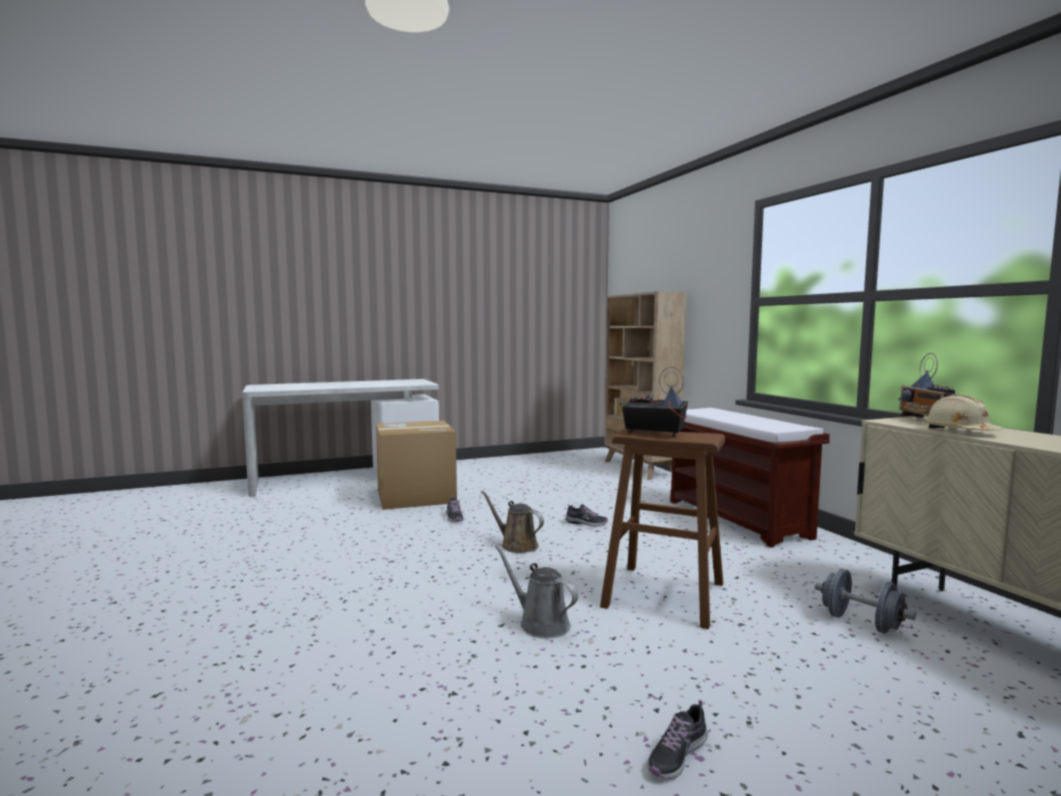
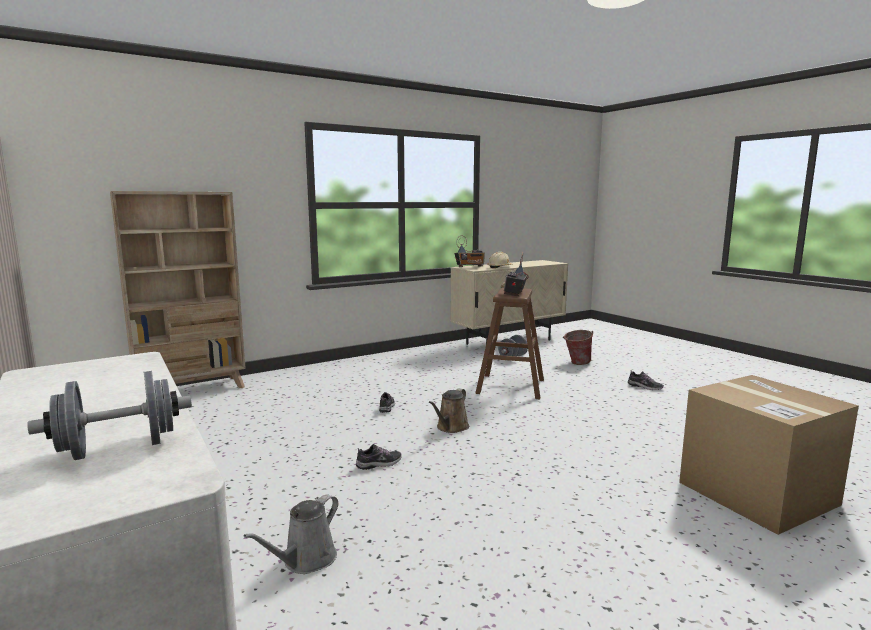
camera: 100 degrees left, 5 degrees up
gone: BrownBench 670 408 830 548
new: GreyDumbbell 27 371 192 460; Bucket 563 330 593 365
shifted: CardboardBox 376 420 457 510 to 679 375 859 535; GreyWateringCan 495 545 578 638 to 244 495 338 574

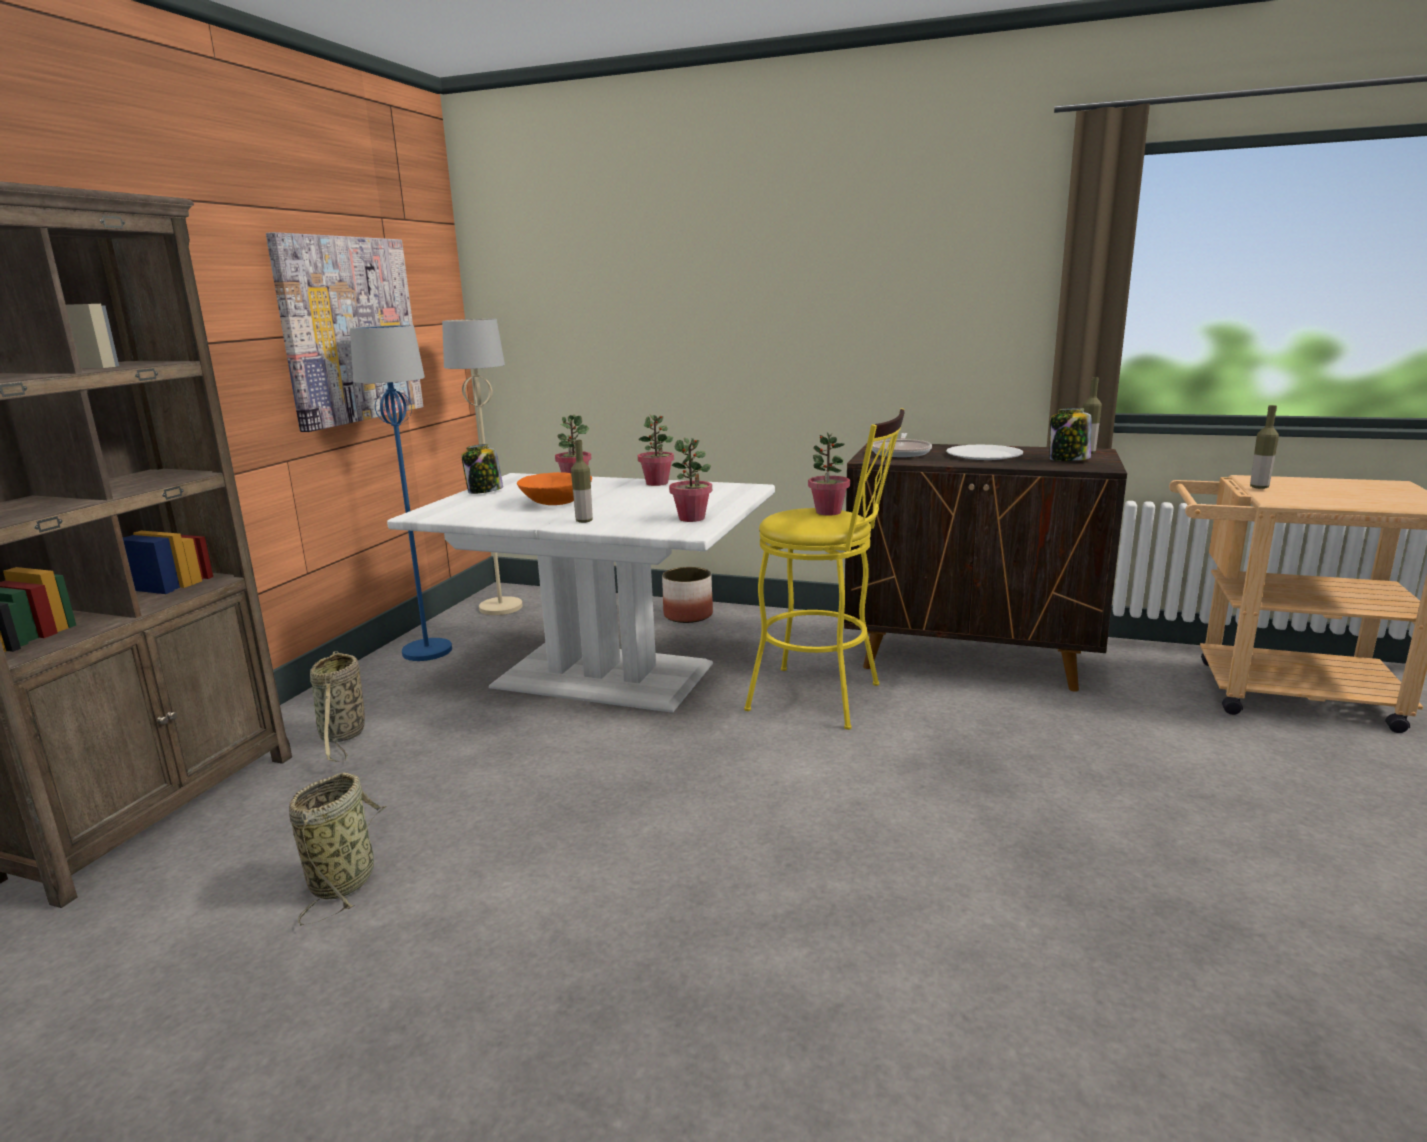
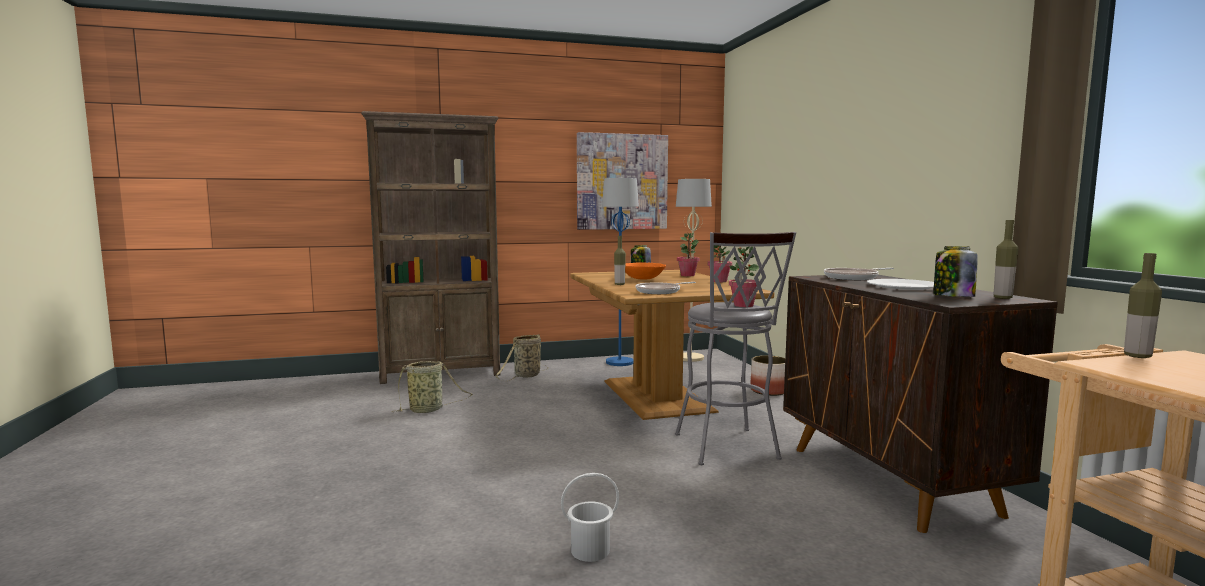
camera: 55 degrees right, 10 degrees down
new: WhiteBucket 561 473 619 562
swapped: PottedPlant 669 438 712 522 to FryingPan 635 282 696 294
repainted: WhiteDiningTable 387 473 775 713 to BrownDiningTable 570 270 774 420; YellowStool 744 408 905 730 to GreyStool 675 232 796 465

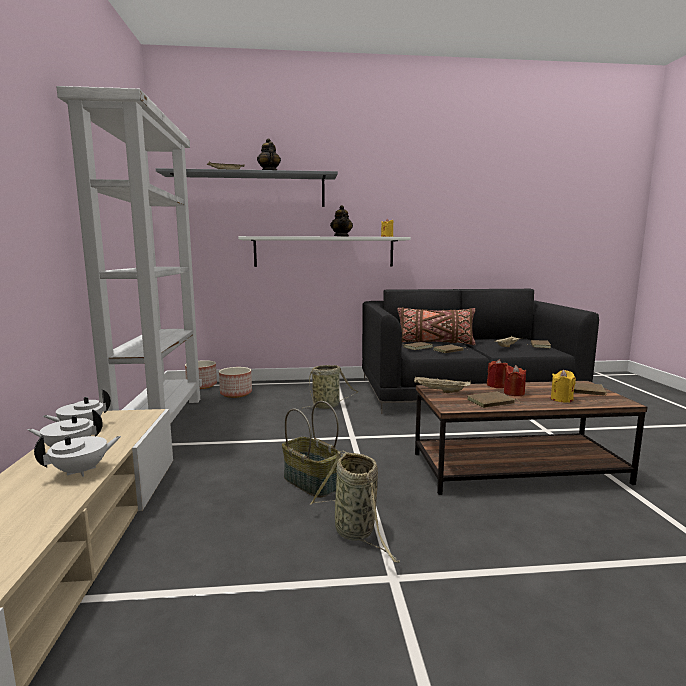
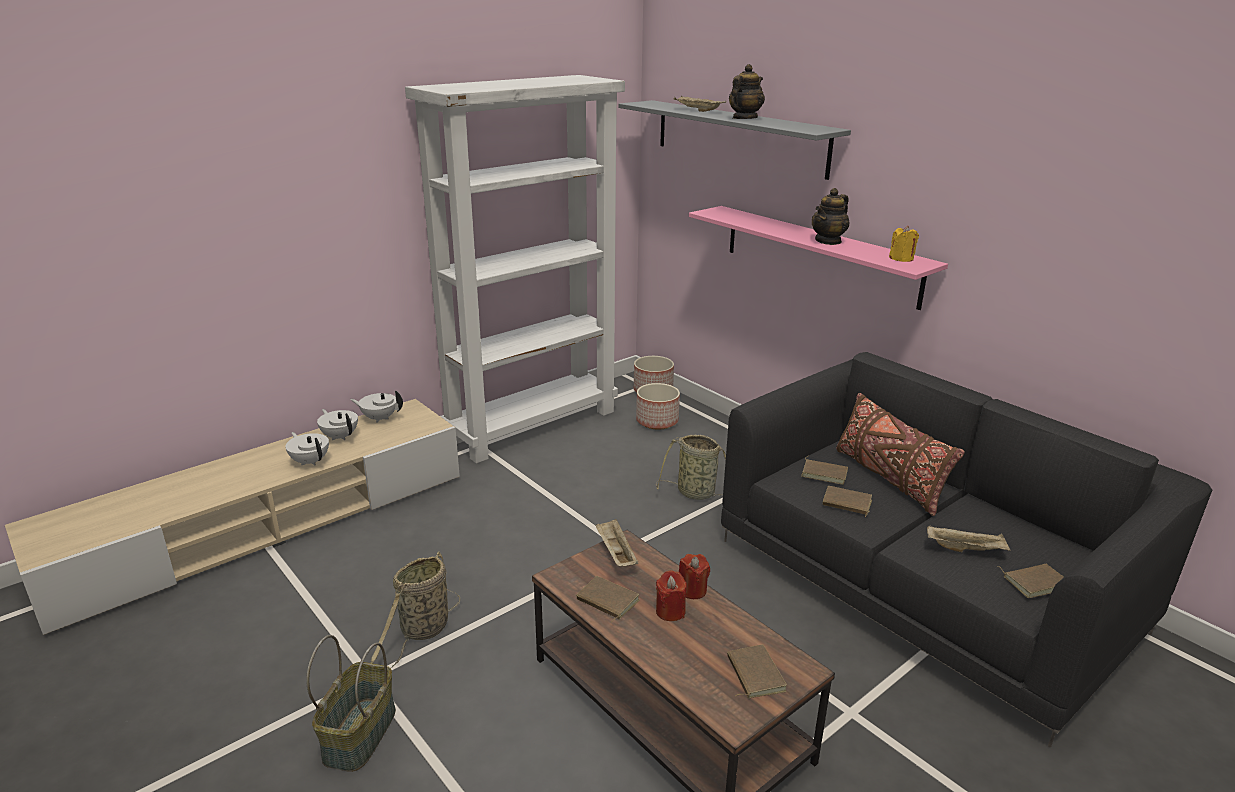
camera: 55 degrees right, 15 degrees up
gone: YellowCandle 551 370 576 403
shifted: Basket 282 401 341 498 to 306 635 396 772
repainted: WhiteShelf 239 236 410 267 to PinkShelf 689 206 948 310
rotated: WhiteTeapot 34 436 121 477 = 285 432 329 466 150 degrees counterclockwise

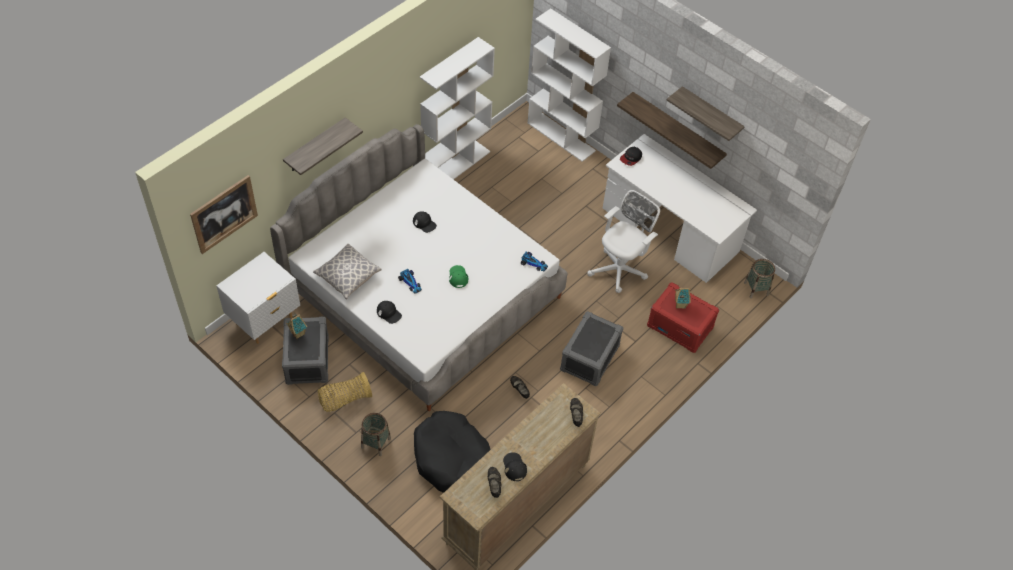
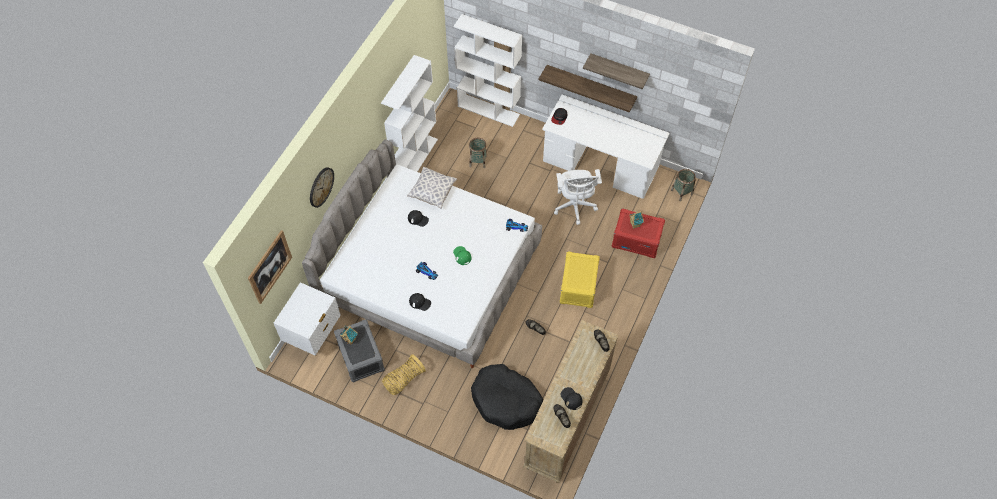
camera: 15 degrees left, 5 degrees up
shifted: Pillow 313 243 382 300 to 407 167 457 209; Basket 361 413 391 456 to 469 138 487 168
swapped: Shelf 283 117 363 175 to WallClock 310 167 334 208
repainted: GreyStorageBox 560 311 623 386 to YellowStorageBox 560 251 600 308
rotated: WhiteOfficeChair 587 190 660 293 = 554 169 602 225 150 degrees clockwise

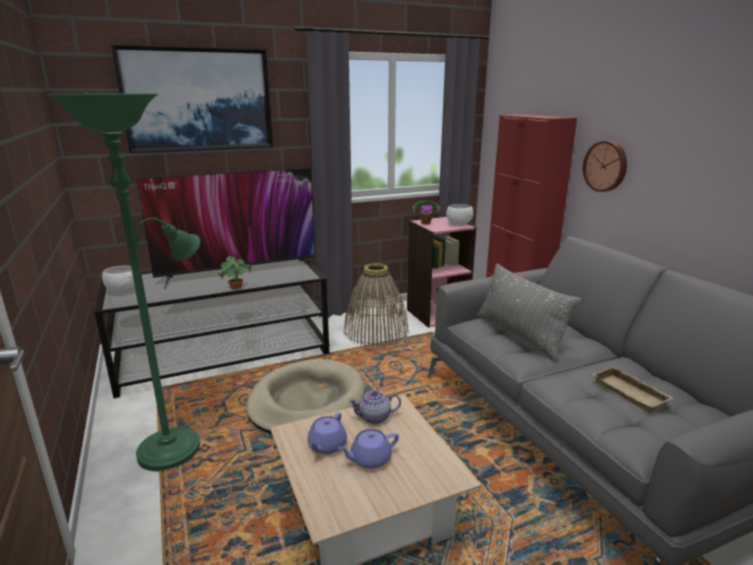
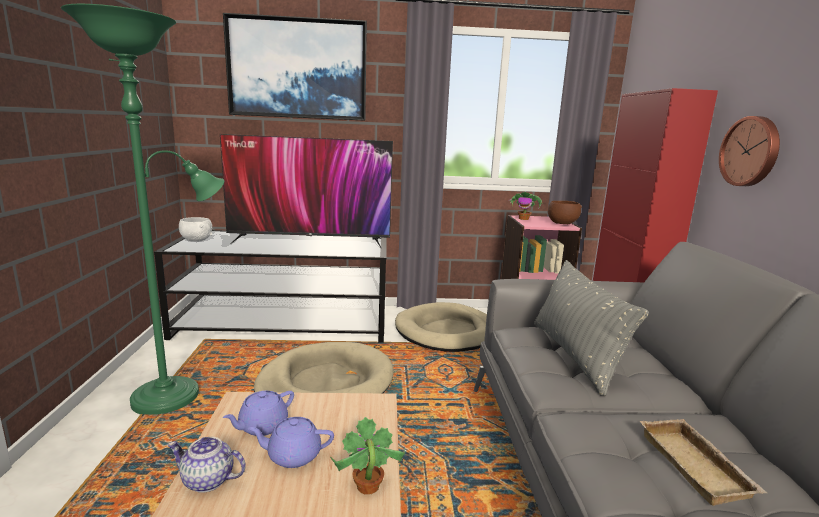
camera: 20 degrees right, 5 degrees down
shifted: PottedPlant 217 256 252 290 to 330 417 405 495; Teapot 348 390 401 424 to 167 437 246 493
swapped: Basket 344 263 408 347 to BeigeDogBed 395 302 487 352
repainted: WhiteBowl 446 204 473 225 to BrownBowl 548 201 582 224

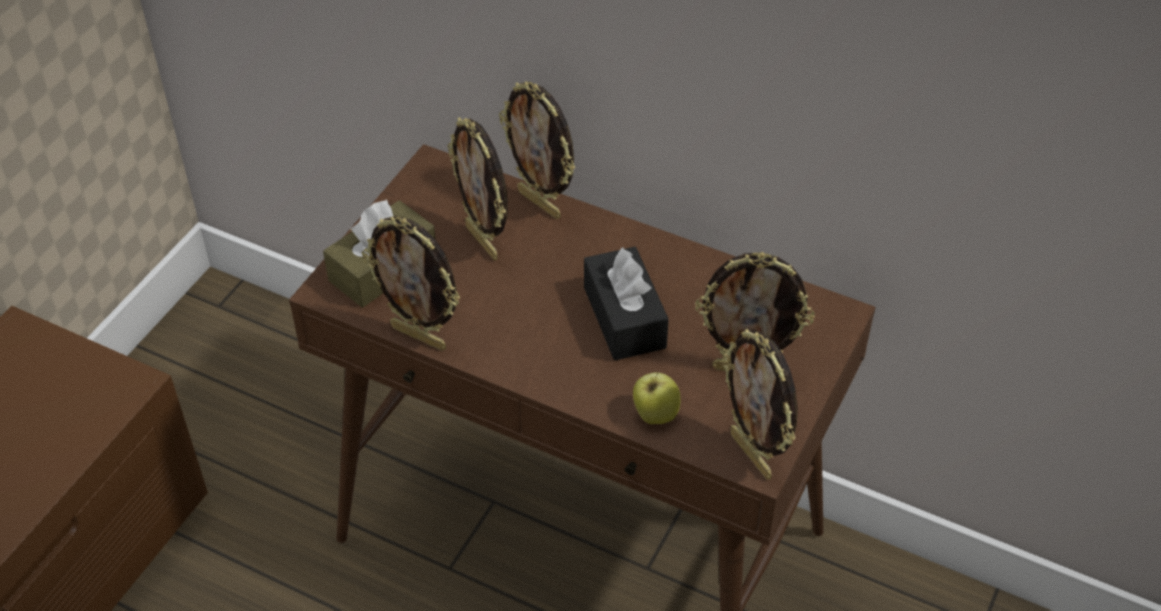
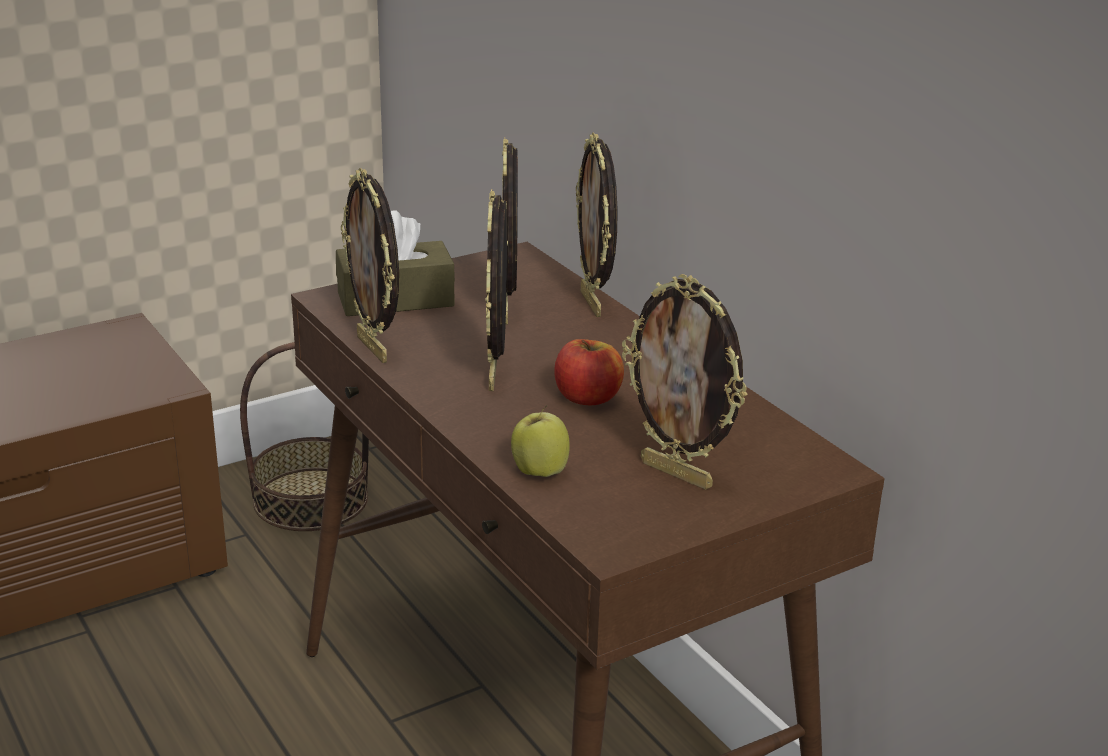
camera: 30 degrees right, 20 degrees down
new: Basket 240 342 369 531
shifted: PictureFrame 722 329 798 479 to 486 189 507 391
swapped: BlackTissueBox 584 247 669 360 to Apple 554 339 624 405

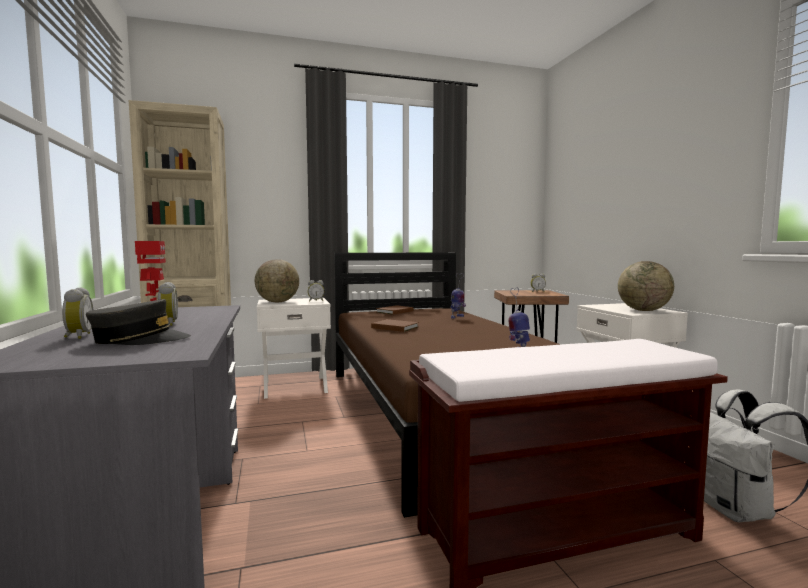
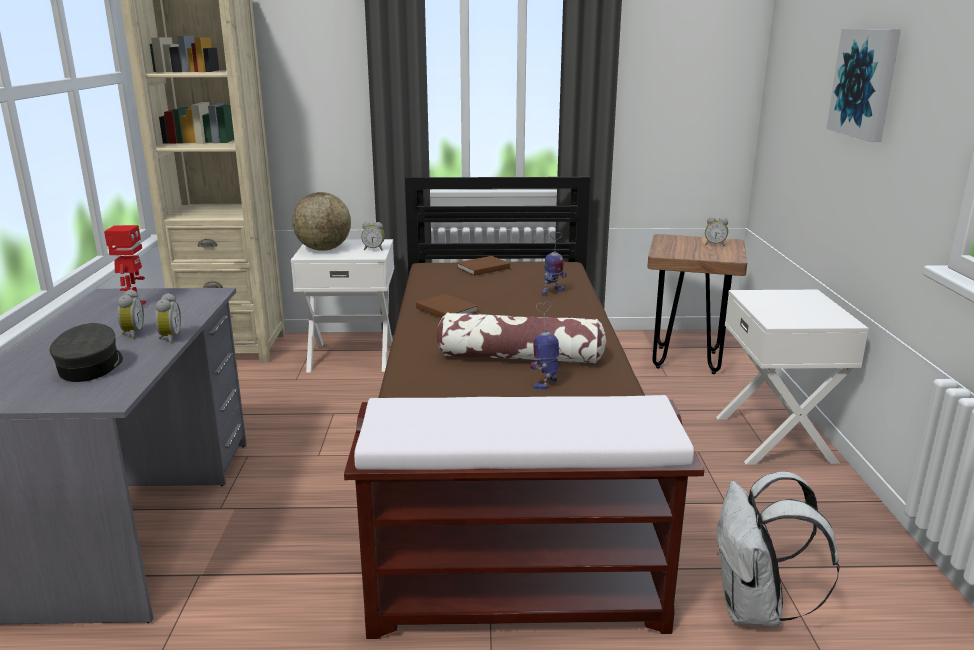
camera: 15 degrees right, 15 degrees up
gone: Globe 618 261 674 311
new: Pillow 437 313 606 364; Picture 827 29 901 142
shifted: AlarmClock 62 287 93 339 to 155 293 181 344
rotated: GreyCap 86 299 191 345 = 50 323 123 382 105 degrees counterclockwise

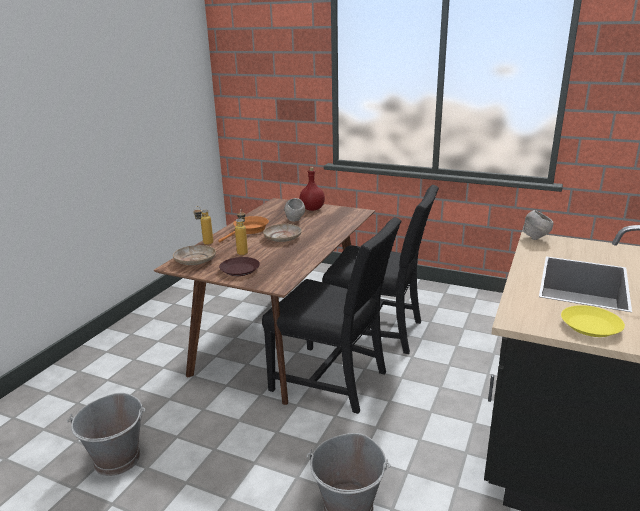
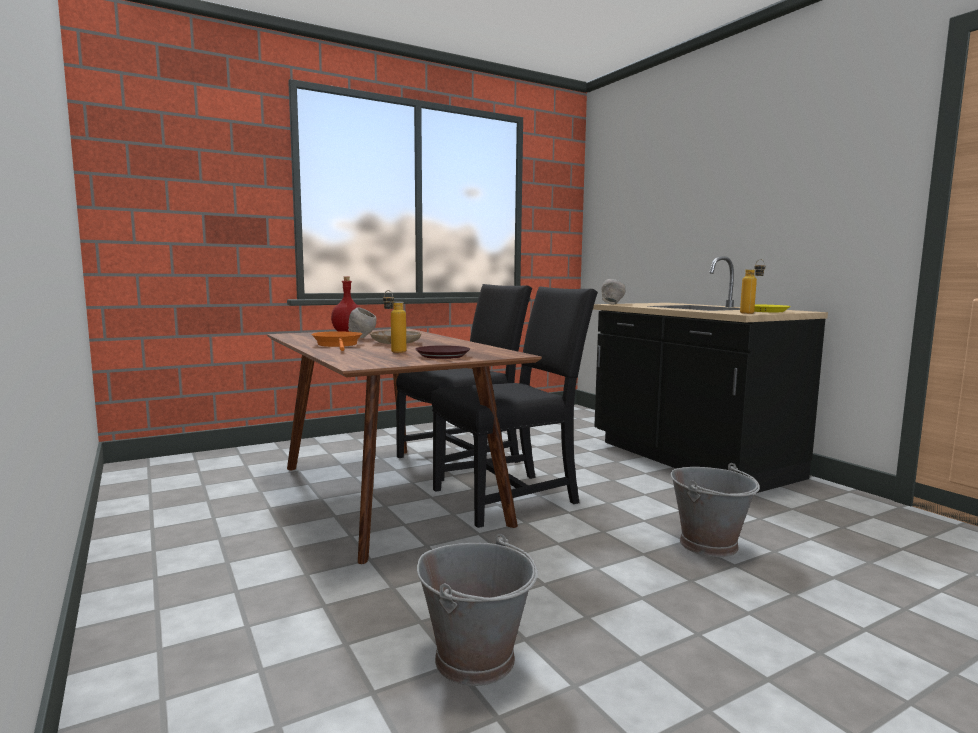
camera: 55 degrees left, 15 degrees down
gone: BeigePlate 173 245 216 265
shifted: Bottle 193 206 213 245 to 740 259 765 314

